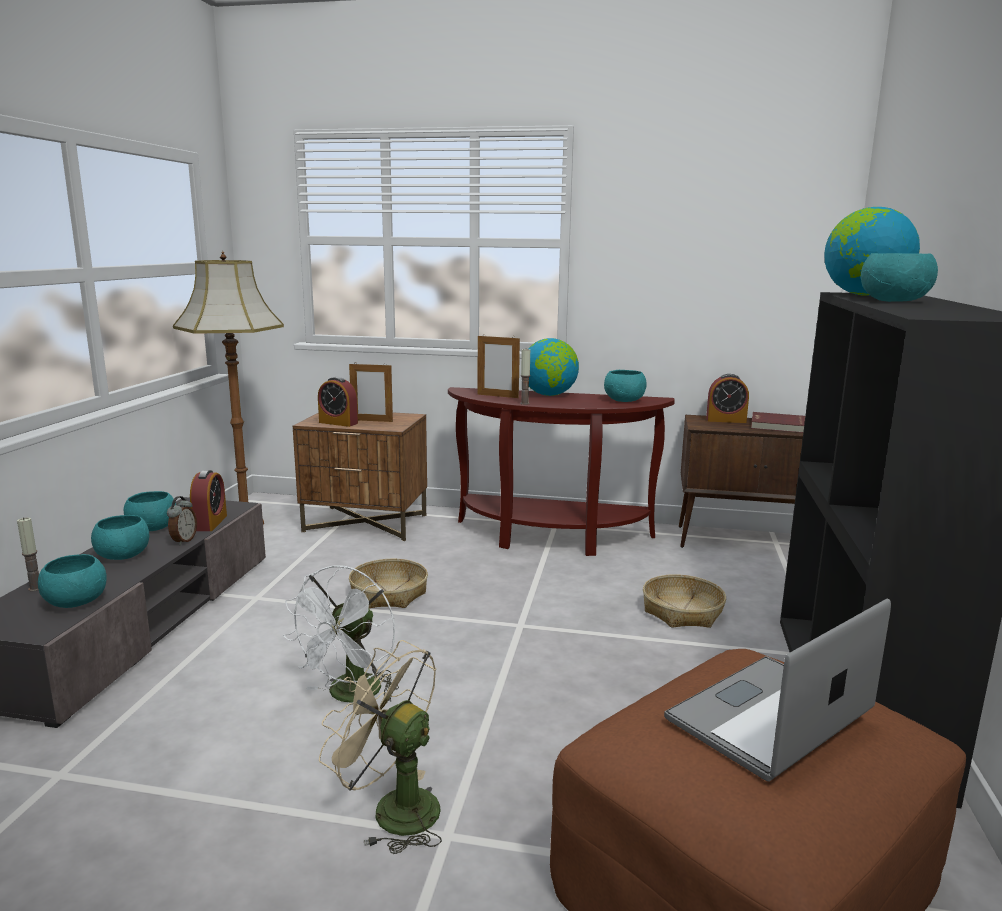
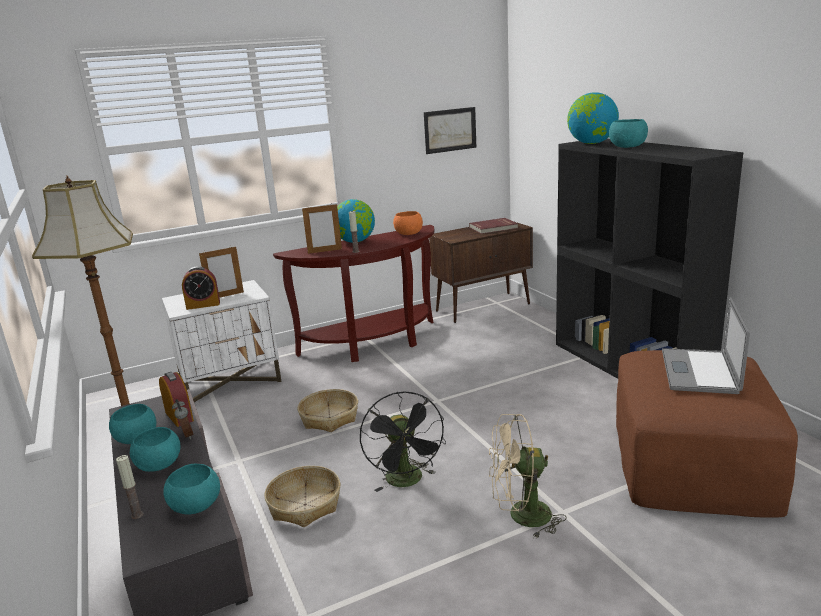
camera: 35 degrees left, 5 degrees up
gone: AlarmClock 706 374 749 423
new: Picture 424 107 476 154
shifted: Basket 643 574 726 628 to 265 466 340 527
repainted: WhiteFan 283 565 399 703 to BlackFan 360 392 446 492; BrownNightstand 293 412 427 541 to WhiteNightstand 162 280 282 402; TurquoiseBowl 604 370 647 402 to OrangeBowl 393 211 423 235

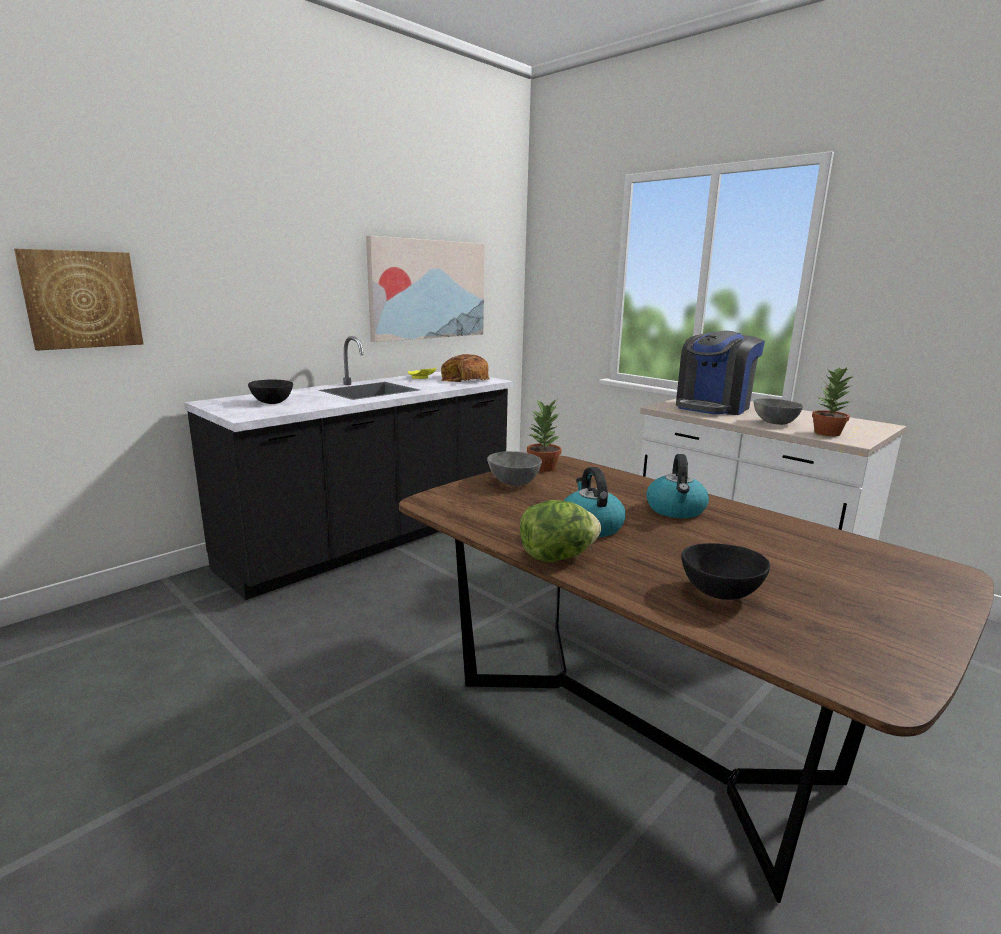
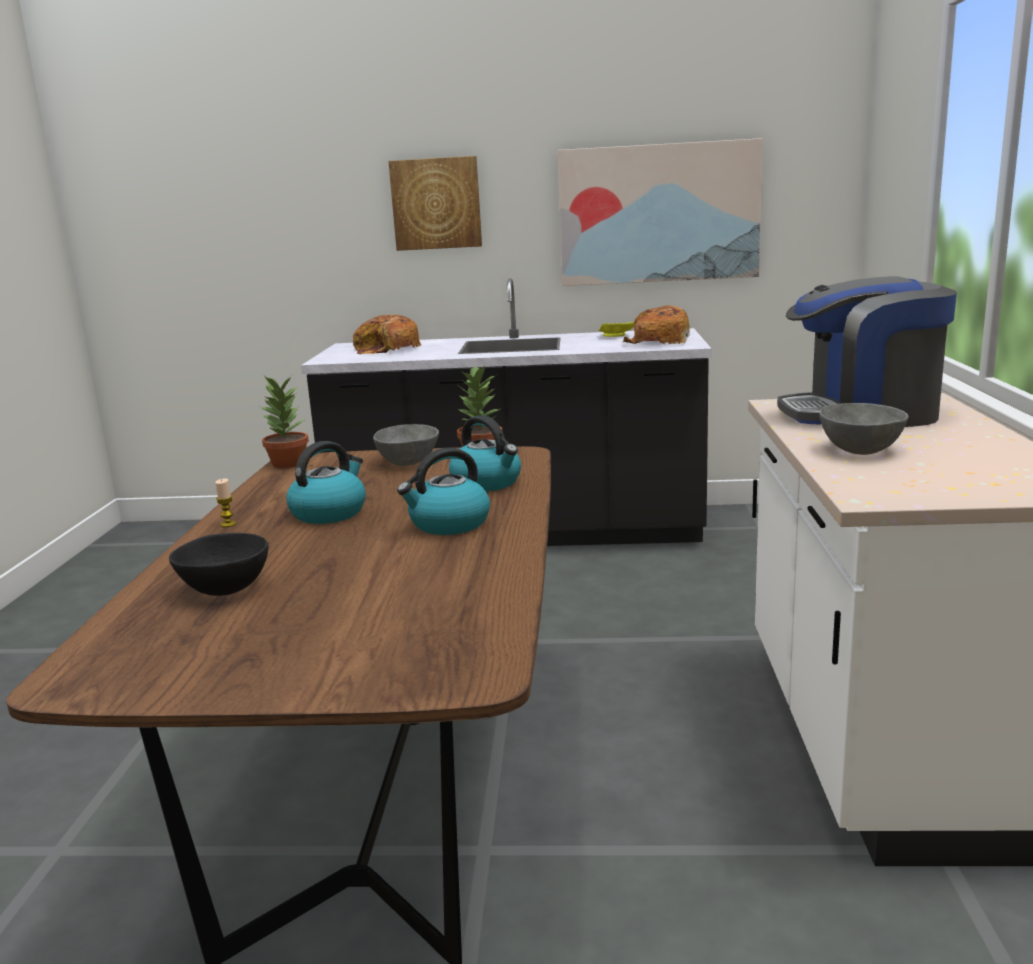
camera: 50 degrees right, 0 degrees up
new: Kettle 449 415 521 491
shifted: Picture 14 249 143 351 to 388 156 482 251; PottedPlant 812 367 852 436 to 260 376 309 468
swapped: BlackBowl 248 379 293 404 to Bread 353 315 421 355; Lettuce 520 500 601 562 to Candle 215 479 237 527

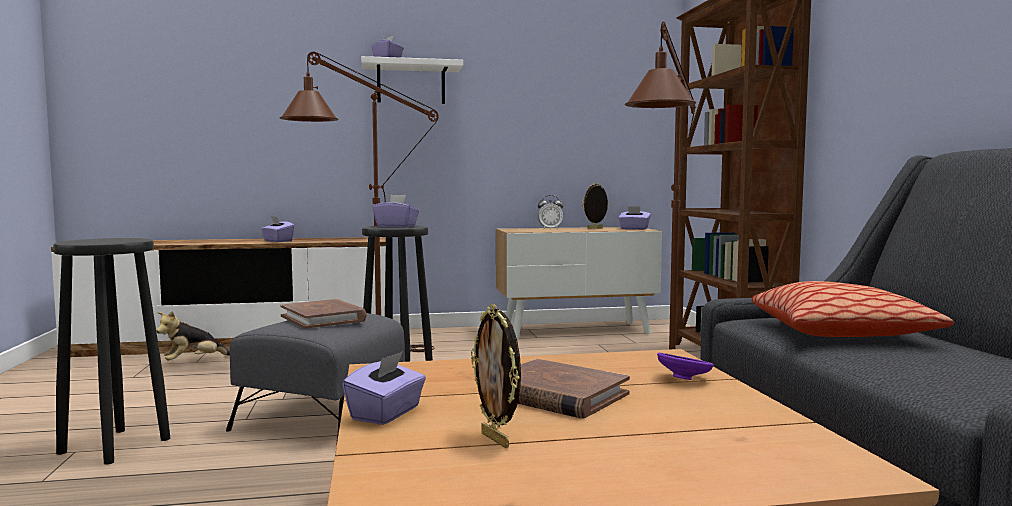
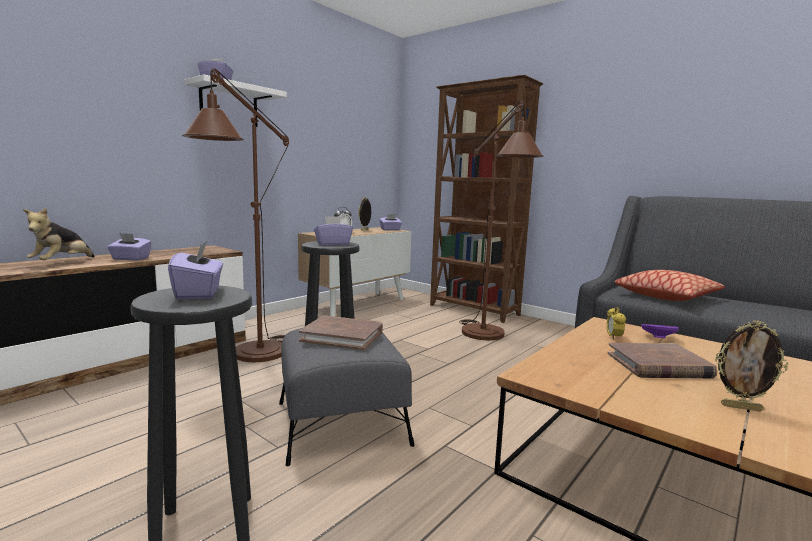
camera: 40 degrees left, 5 degrees up
new: AlarmClock 607 307 626 340
shifted: PlushToy 156 311 230 360 to 23 208 95 260; PurpleTissueBox 342 351 426 425 to 168 241 223 300

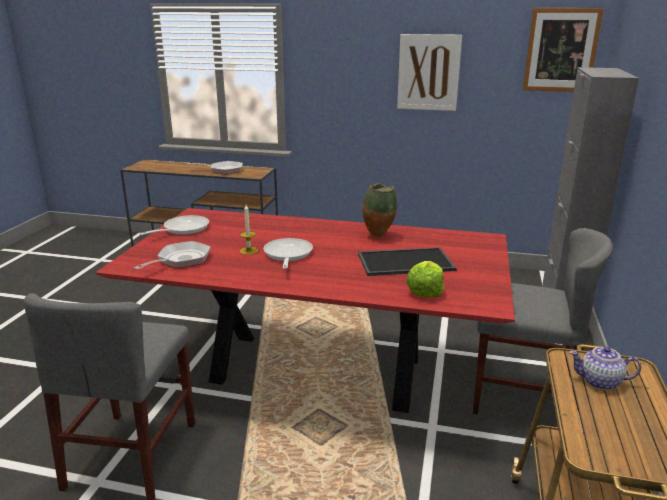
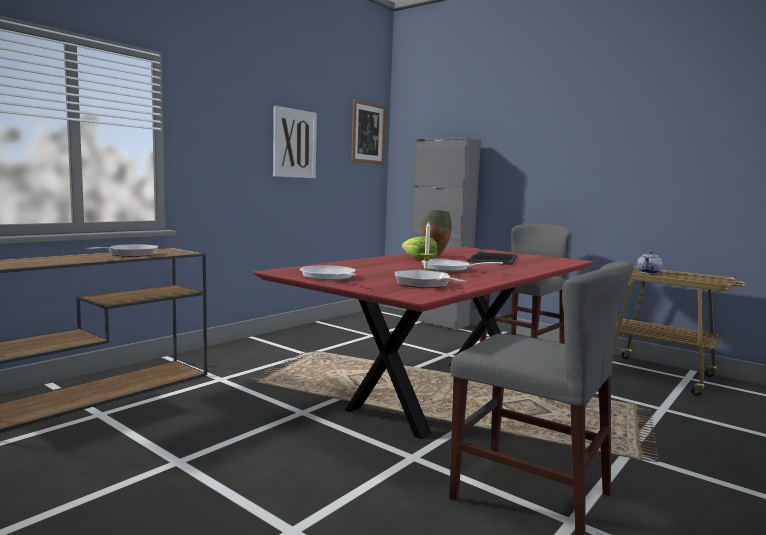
camera: 65 degrees left, 15 degrees down
shifted: Lettuce 406 261 444 297 to 402 236 437 260

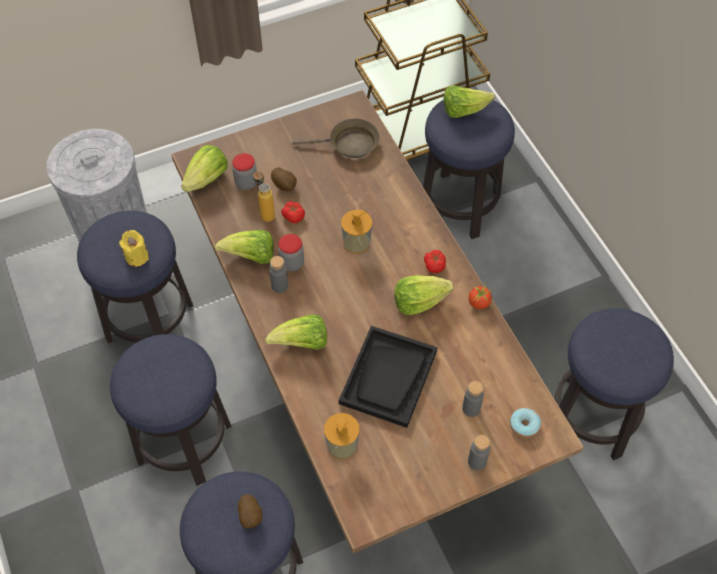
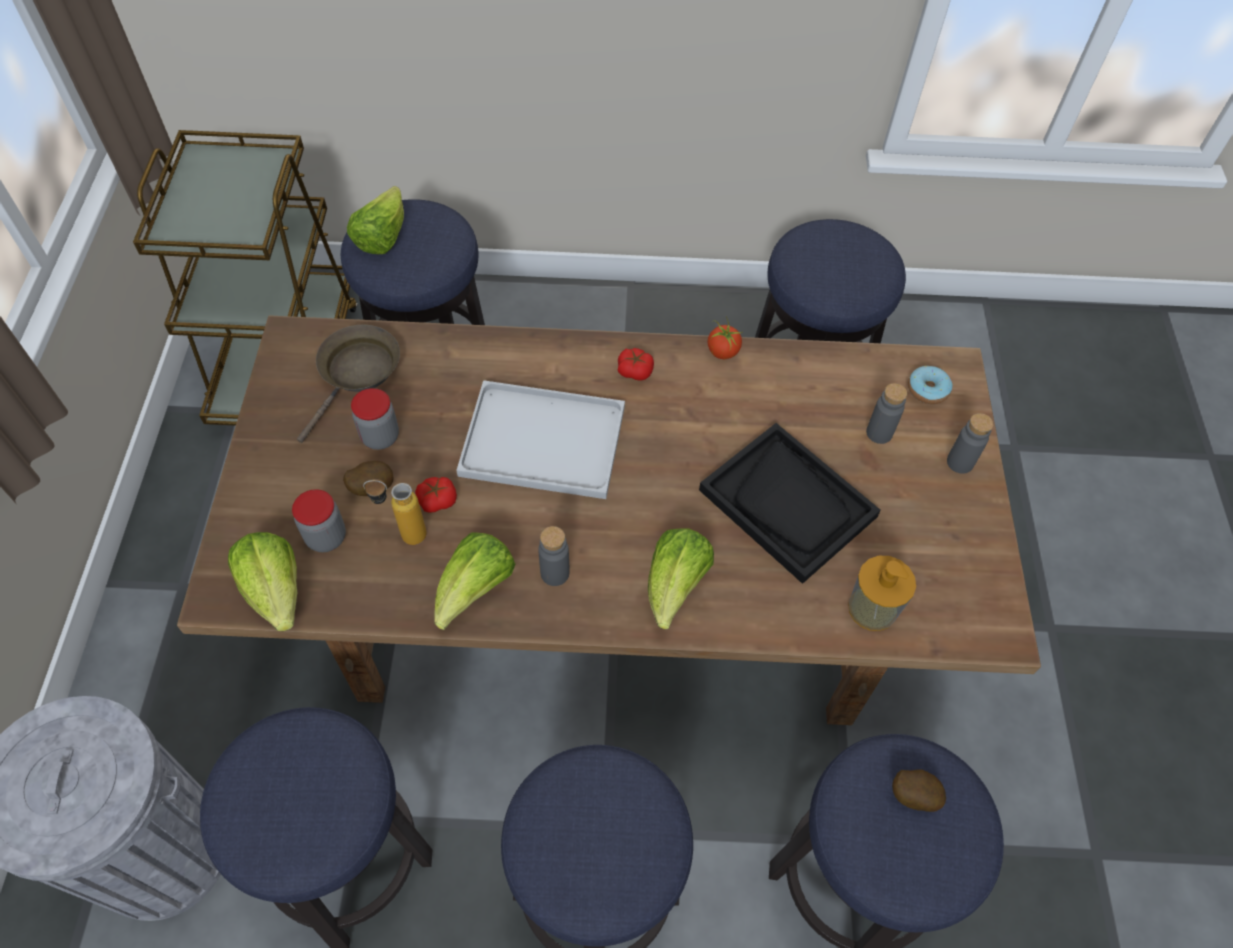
camera: 65 degrees left, 0 degrees up
gone: YellowCandle 119 230 149 267; Lettuce 394 275 453 315
shifted: Jar 278 234 304 271 to 351 388 399 450
swapped: SoapDispenser 341 210 372 254 to WhiteTray 456 380 625 499

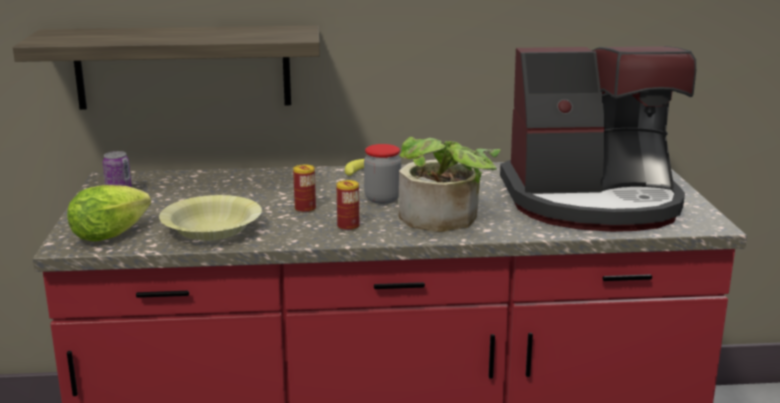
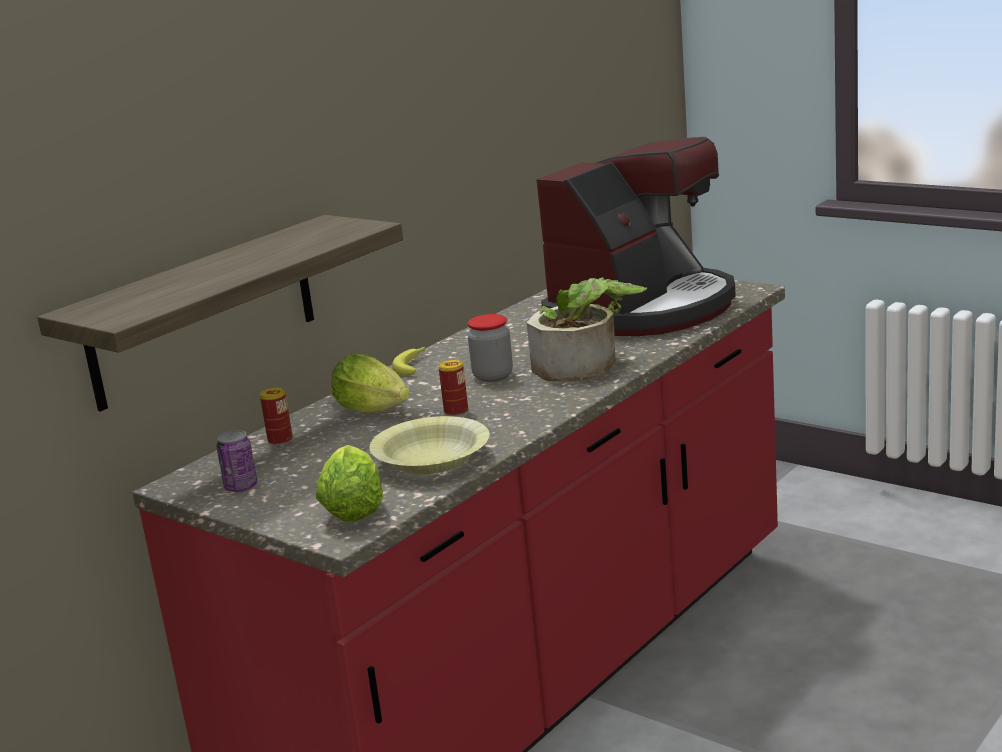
camera: 45 degrees left, 0 degrees up
new: Lettuce 331 354 410 413
shifted: Can 337 180 359 231 to 260 388 293 445

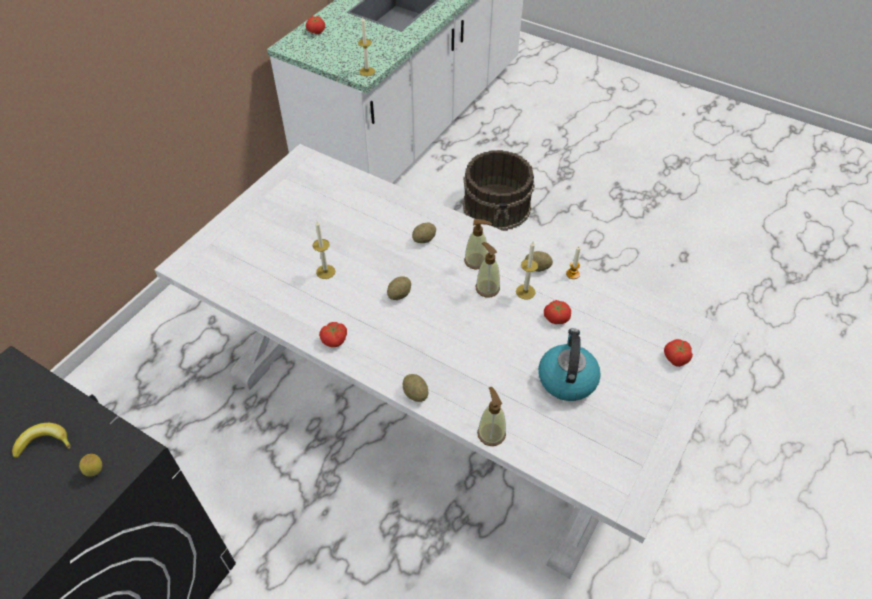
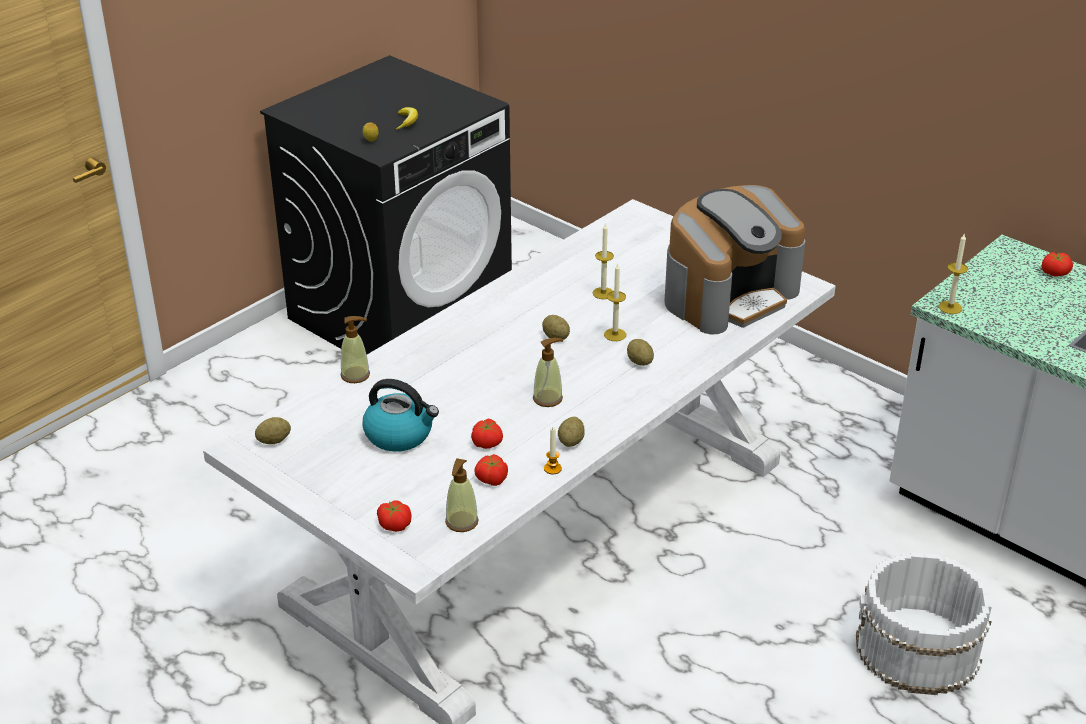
camera: 100 degrees right, 15 degrees down
new: CoffeeMachine 664 185 805 335
shifted: Tomato 319 322 347 347 to 475 454 508 486; Potato 402 374 428 402 to 255 417 291 444; SoapDispenser 464 219 492 269 to 445 458 479 532; Candle 516 242 538 300 to 604 263 626 341
repainted: BrownBucket 463 150 535 231 to WhiteBucket 856 552 992 695

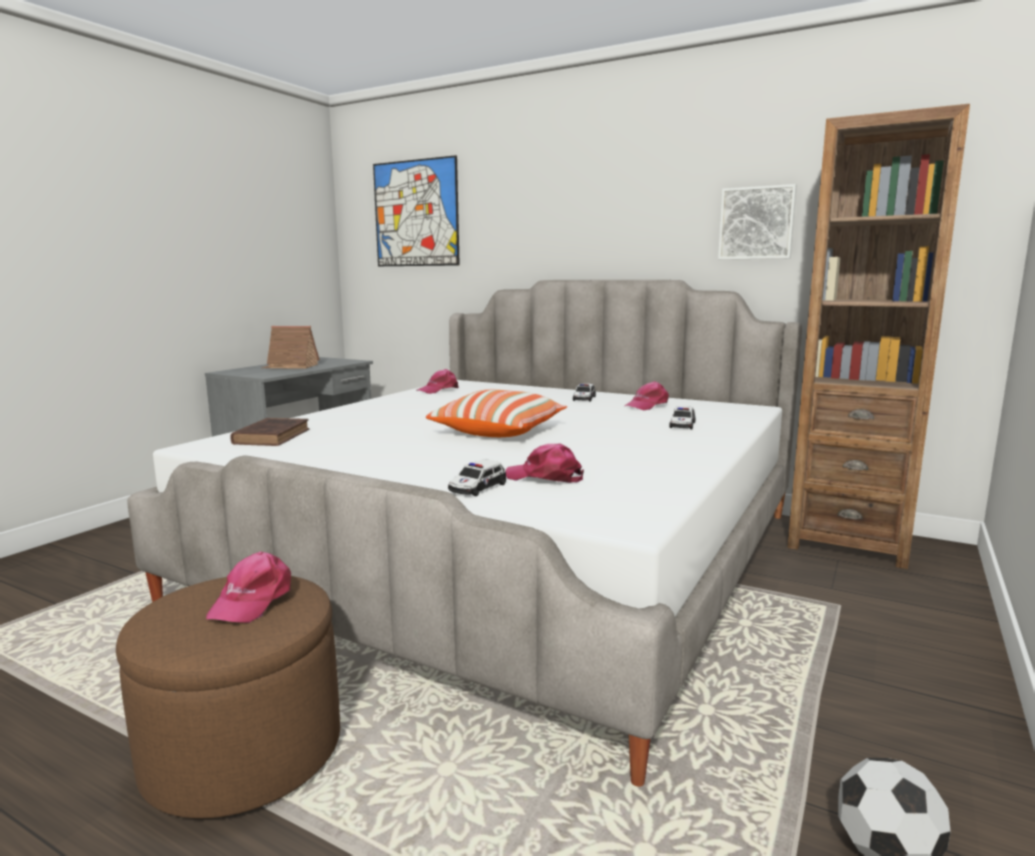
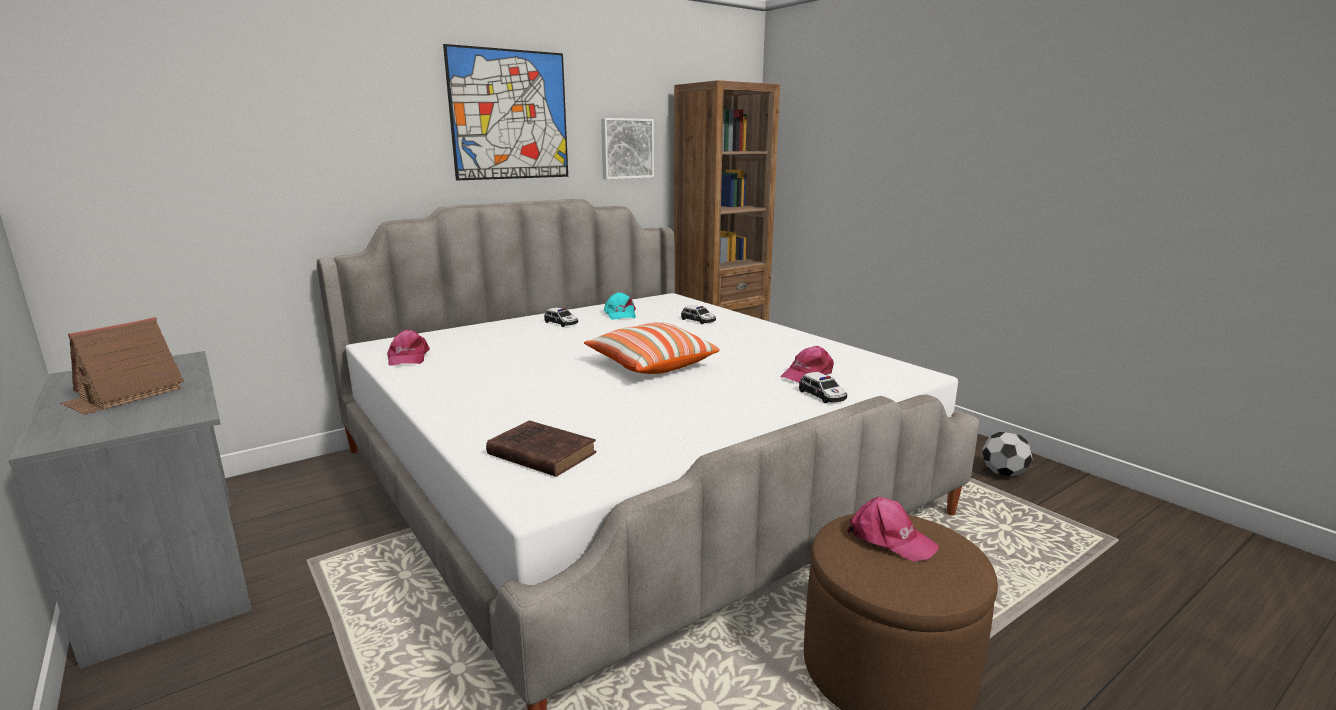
camera: 65 degrees left, 5 degrees up
shifted: Picture 373 155 460 266 to 443 44 568 180
repainted: PinkCap 625 381 669 410 to TurquoiseCap 604 292 636 320

